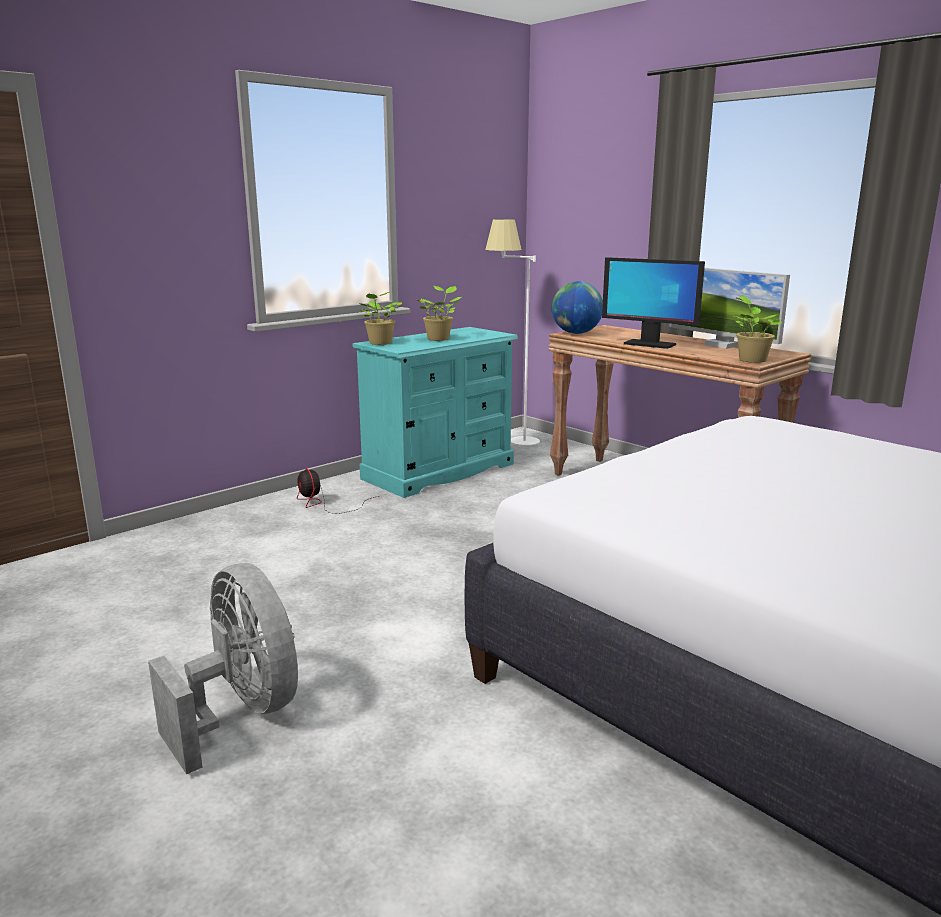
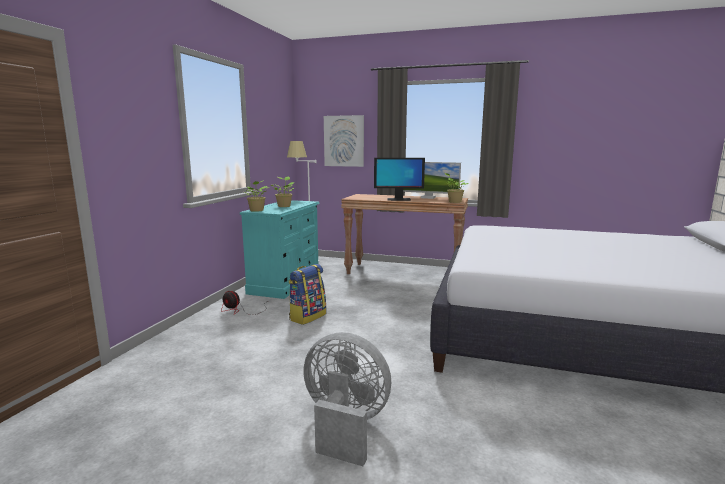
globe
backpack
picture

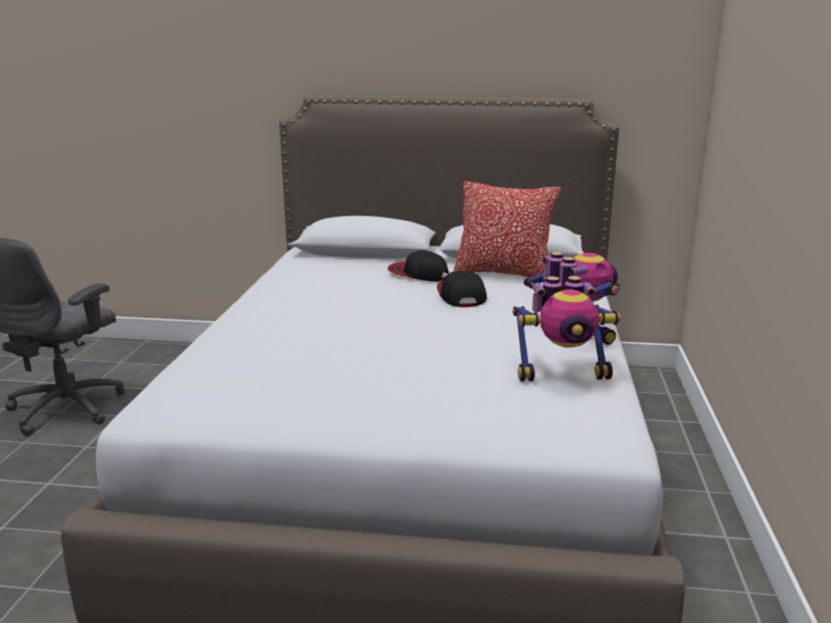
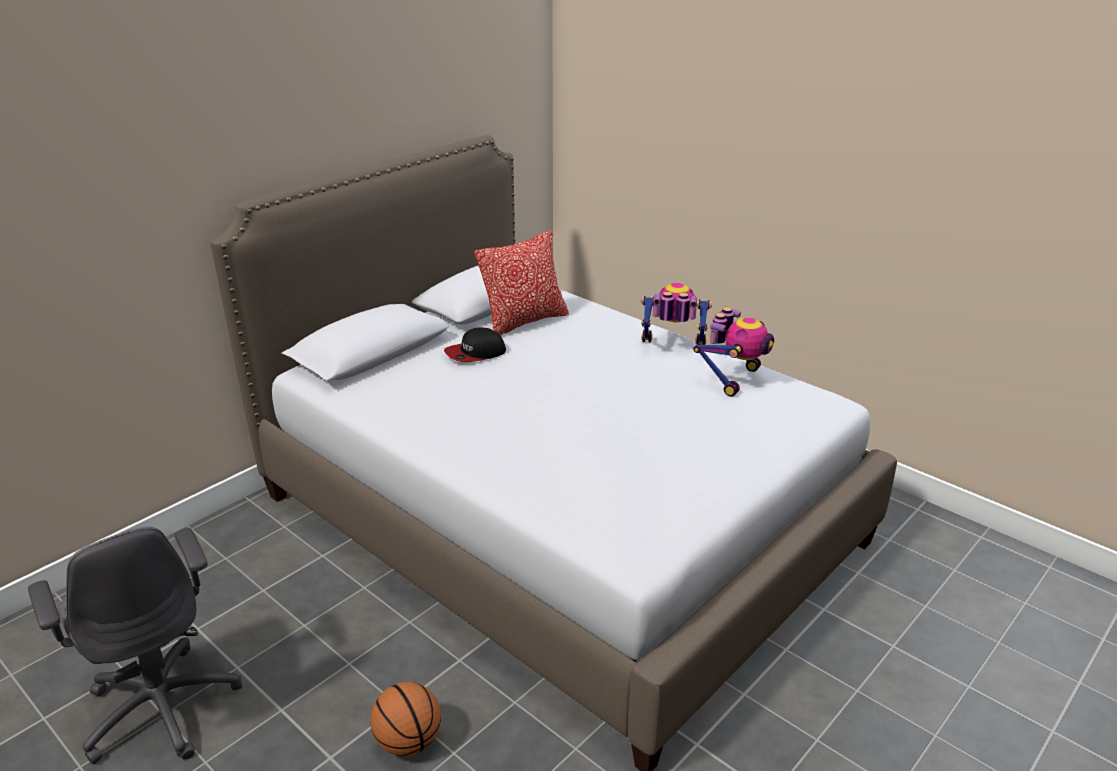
cap (2nd from left in the first image)
basketball

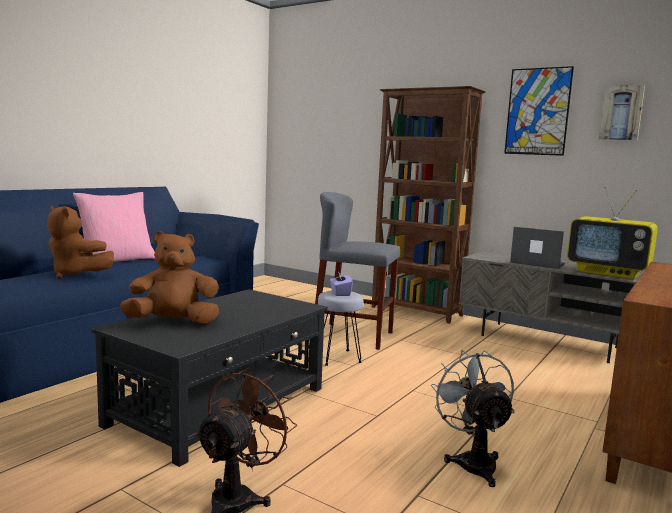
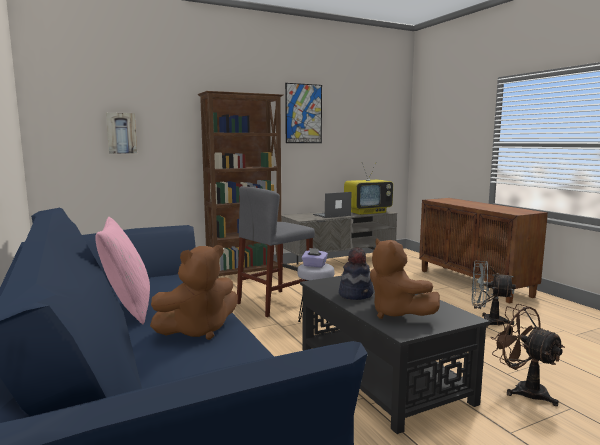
hat
picture (1st from left)
plush toy (brown) (2nd from left)

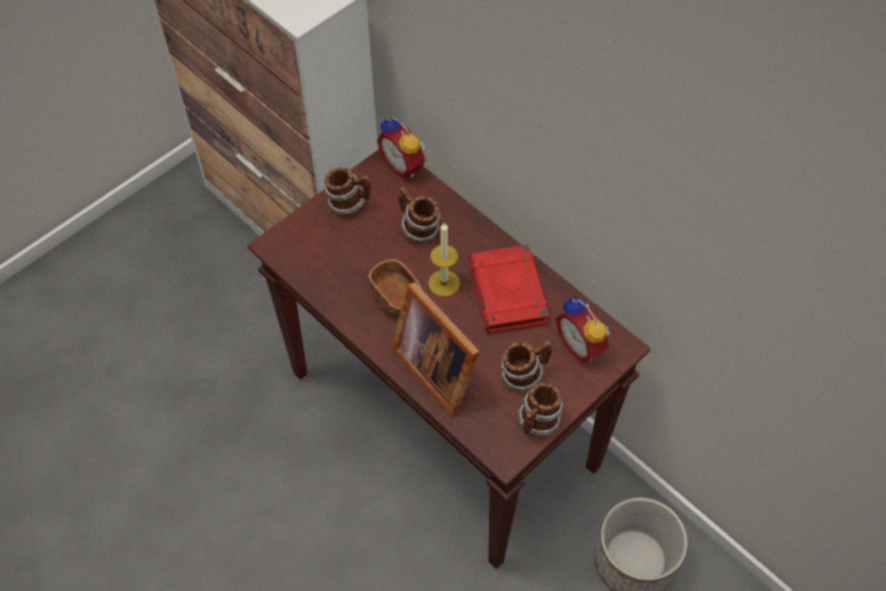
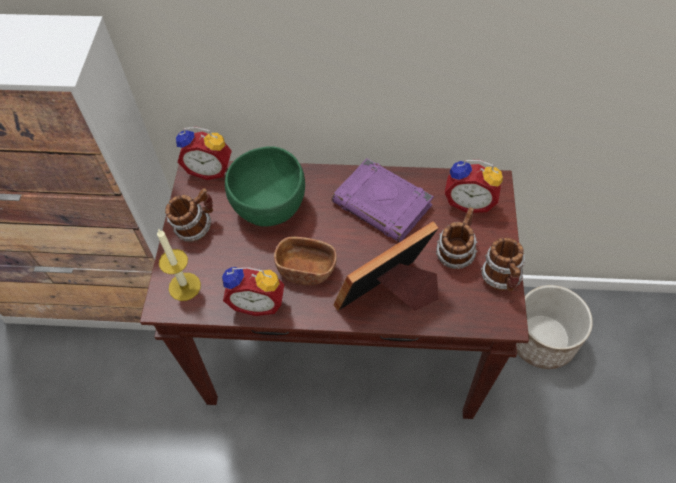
alarm clock (2nd from left)
candle
bowl (green)
book (purple)
picture frame

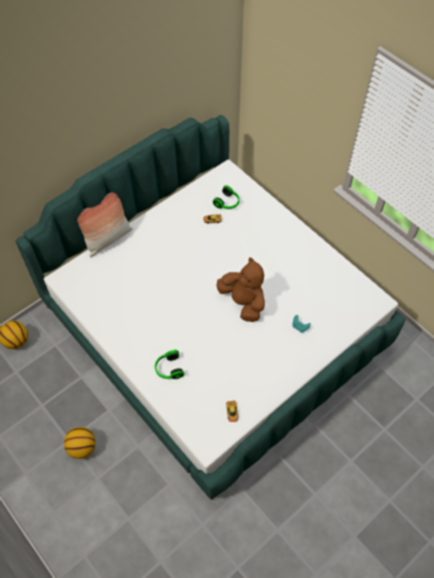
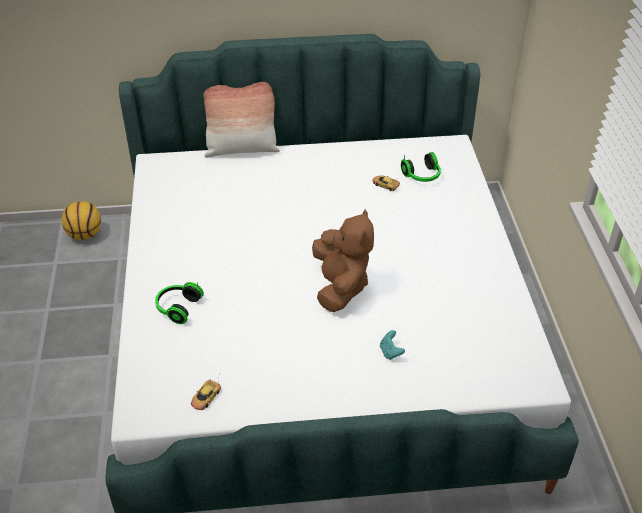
basketball (2nd from left in the first image)

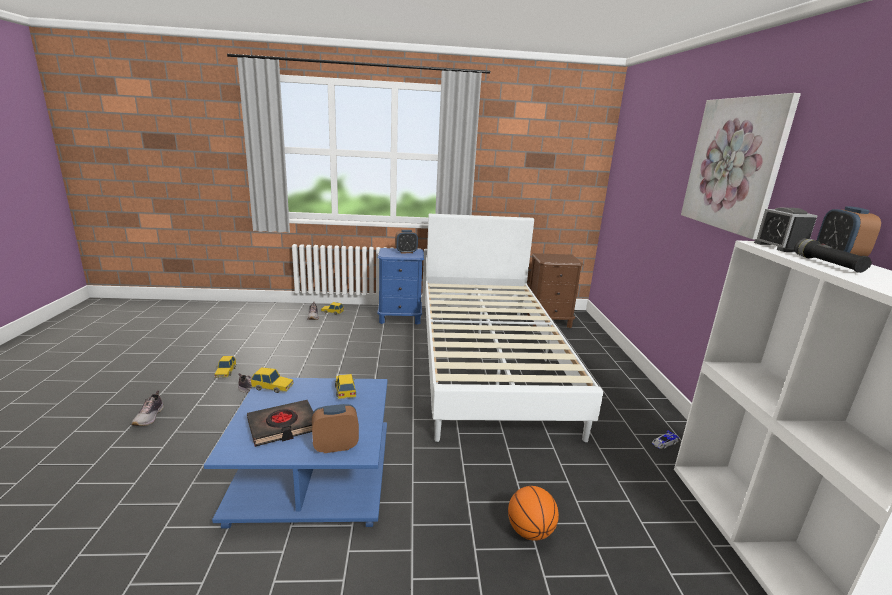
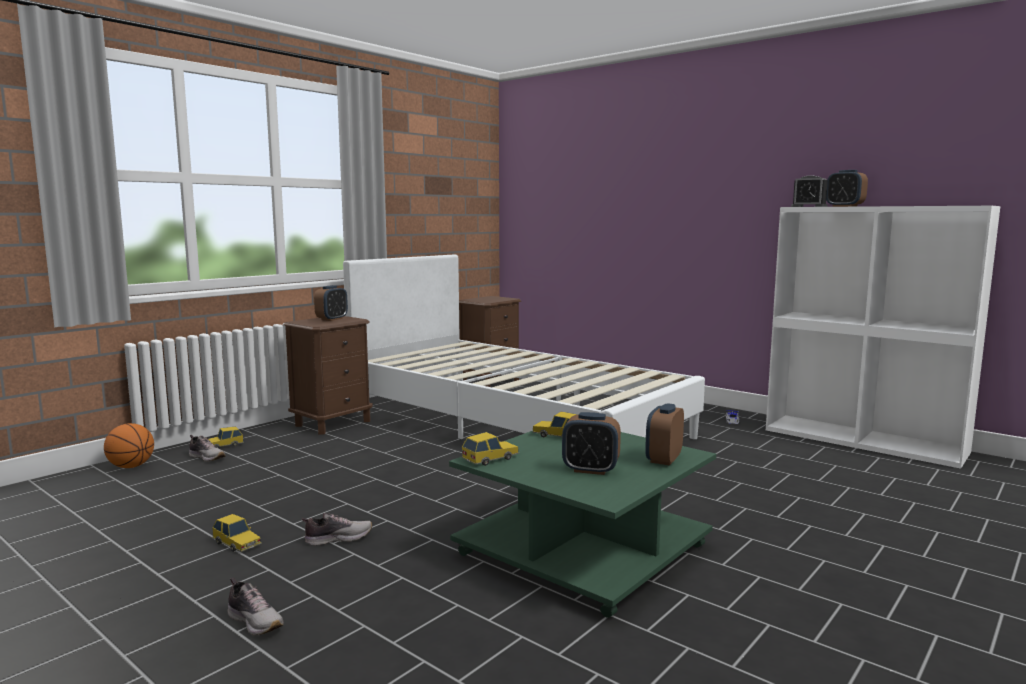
picture
flashlight (black)
basketball
alarm clock (2nd from left)
coffee table (green)
nightstand (brown) (1st from left)

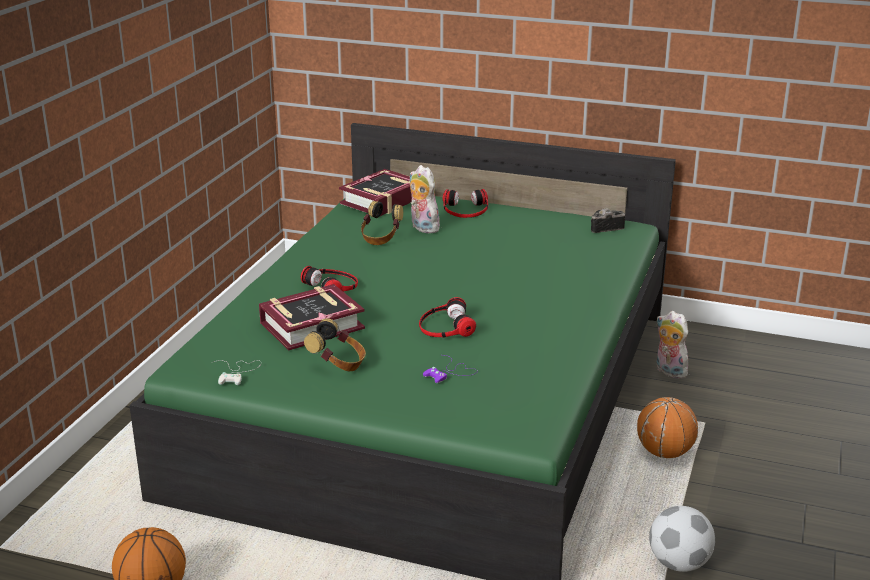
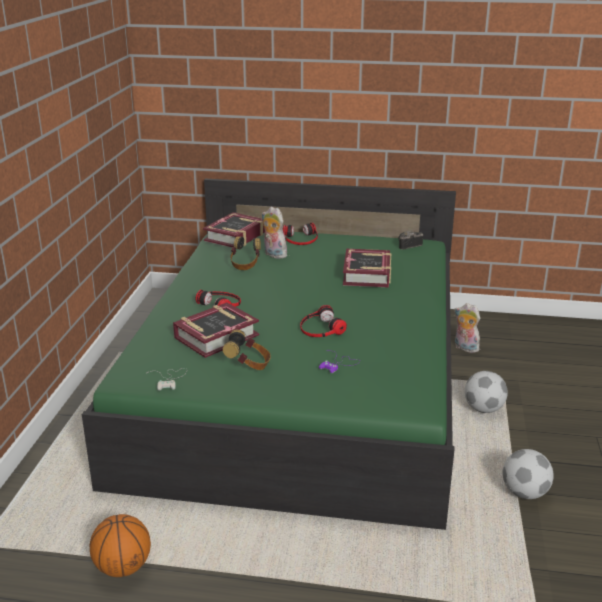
book (3rd from left)
football (1st from left)

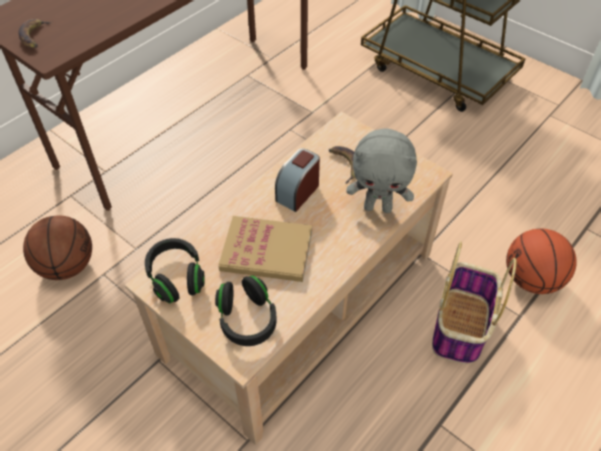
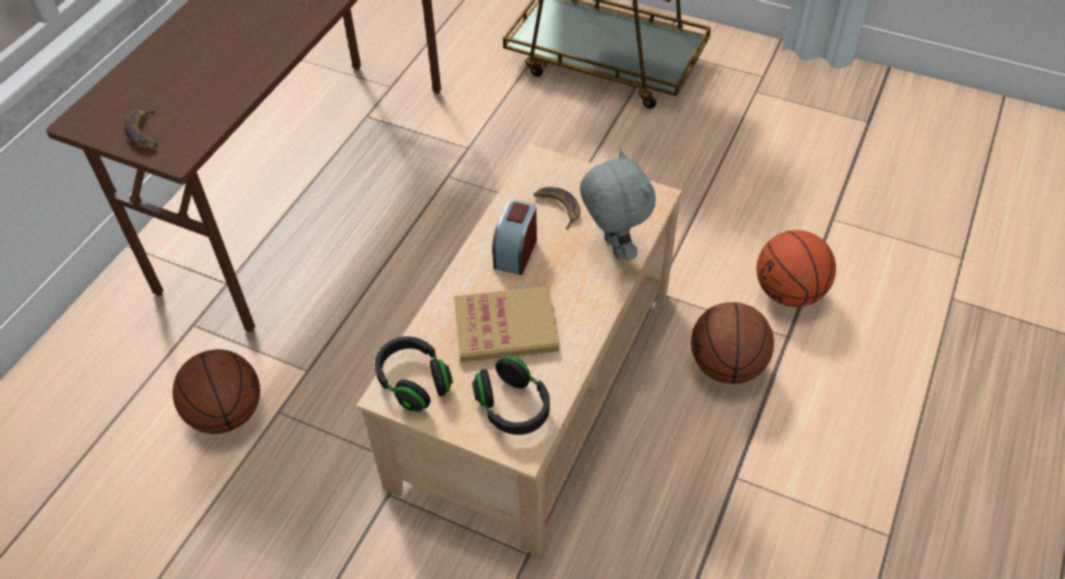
basketball (2nd from left)
plush toy (grey)

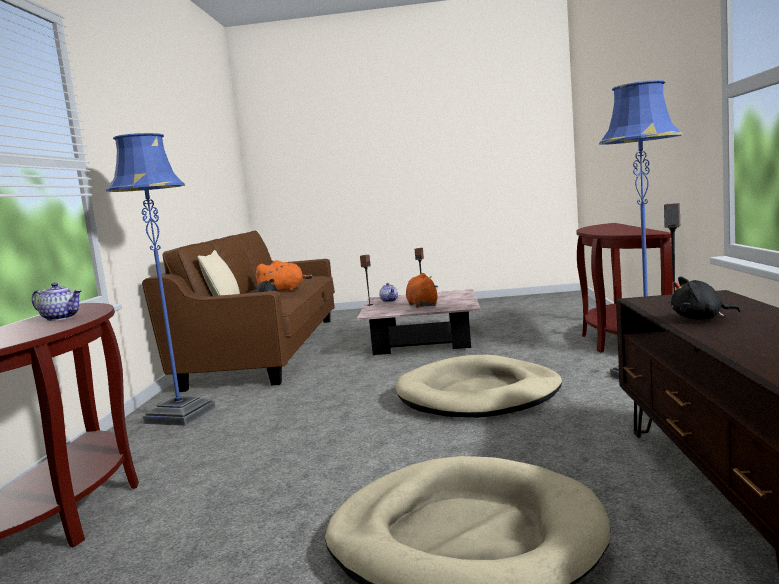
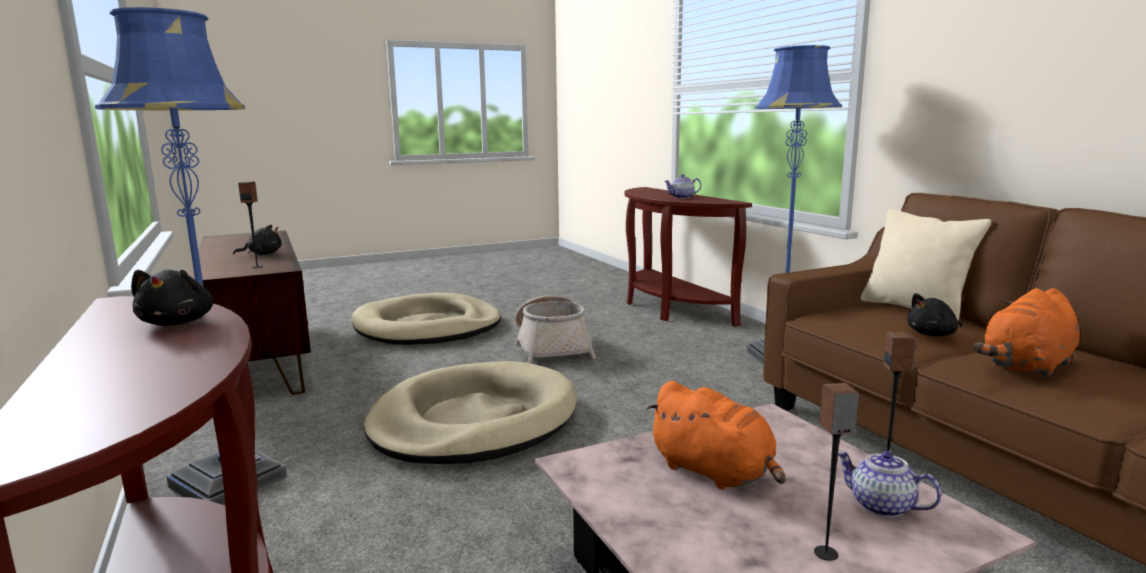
plush toy (black) (1st from left)
basket

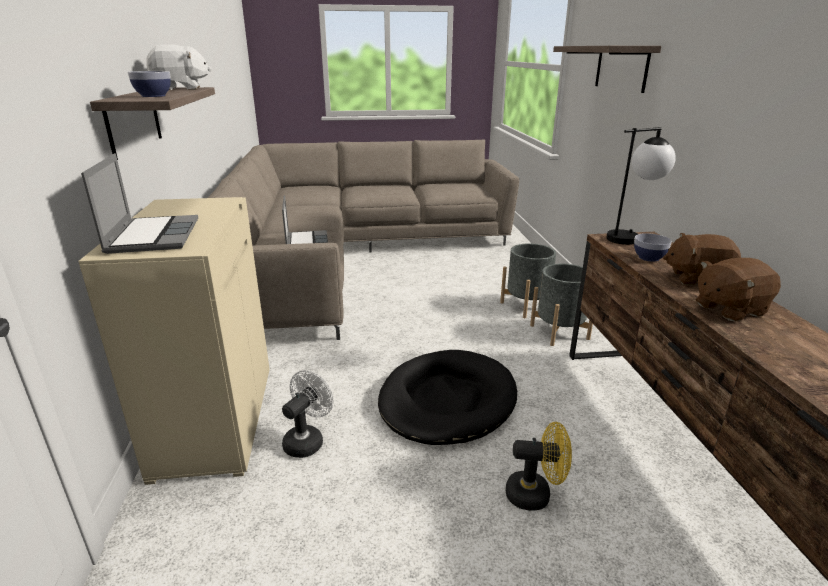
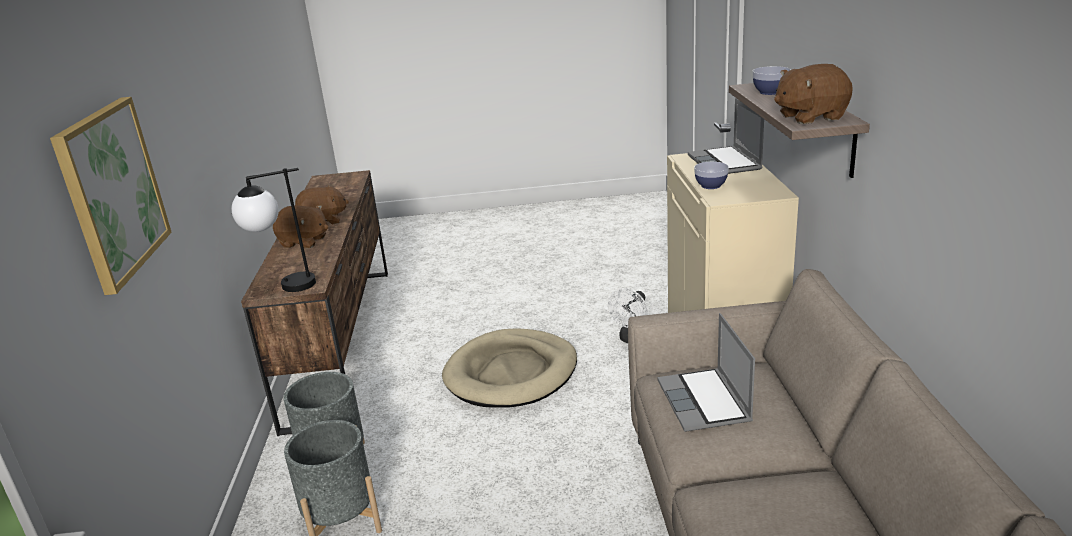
fan (yellow)
bowl (1st from left)
picture
plush toy (brown) (3rd from left)
dog bed (beige)

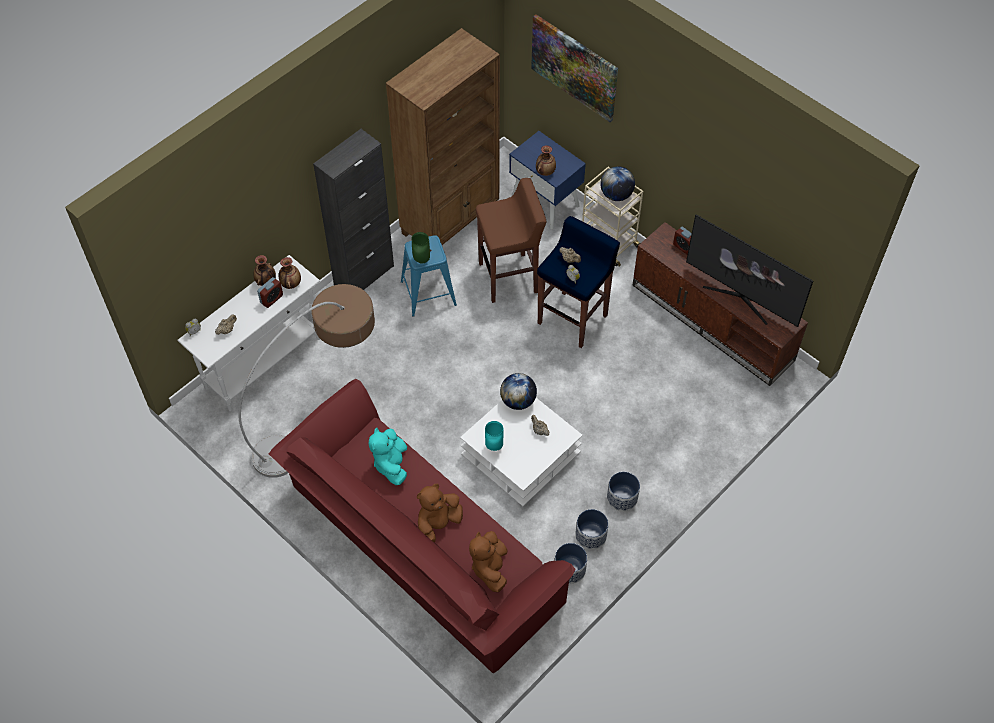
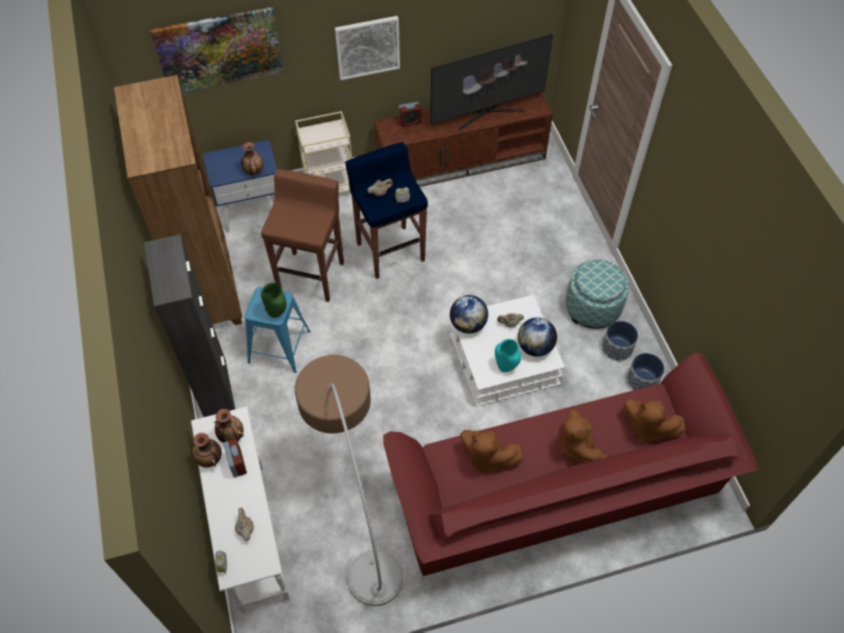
picture (2nd from left)
globe (2nd from left)
ottoman
plush toy (brown) (1st from left)

